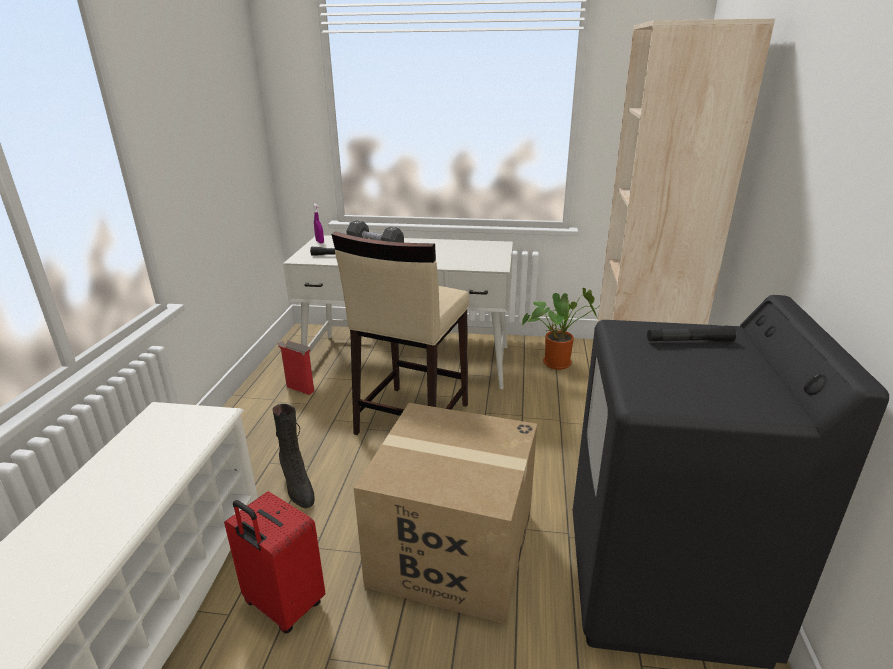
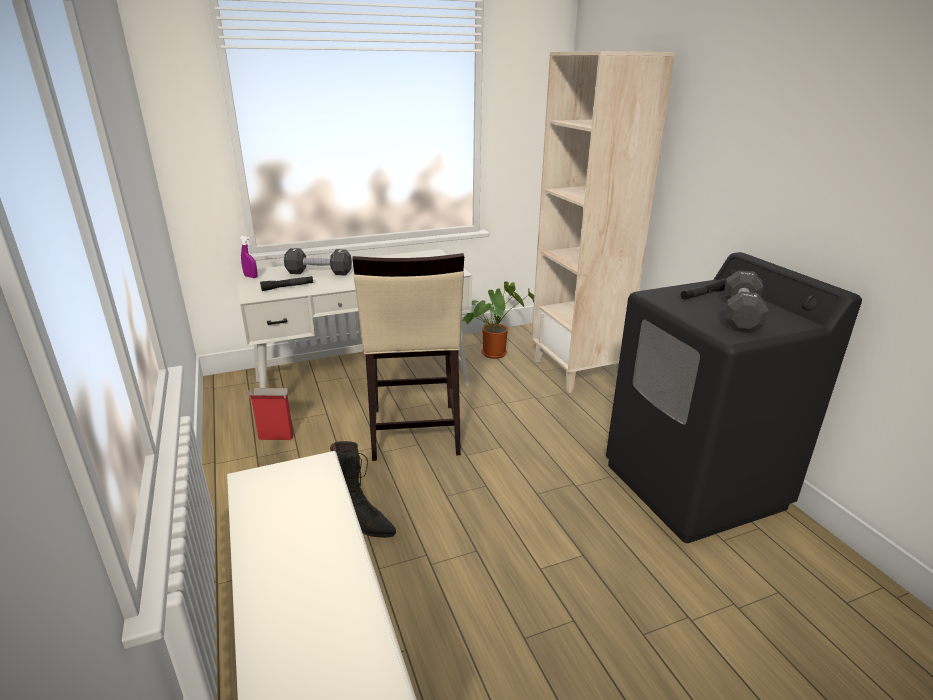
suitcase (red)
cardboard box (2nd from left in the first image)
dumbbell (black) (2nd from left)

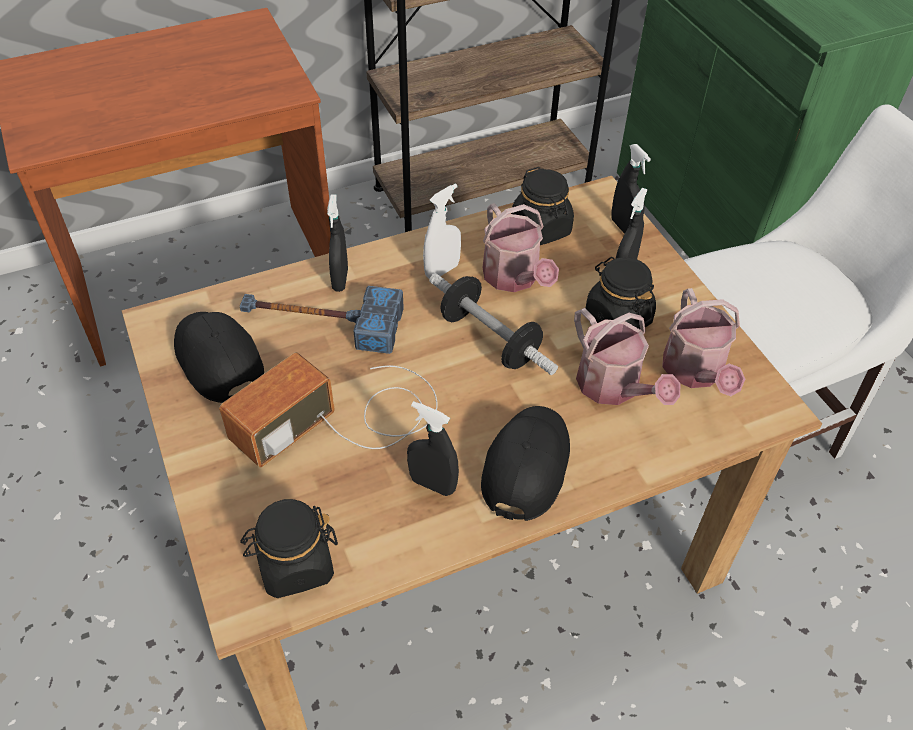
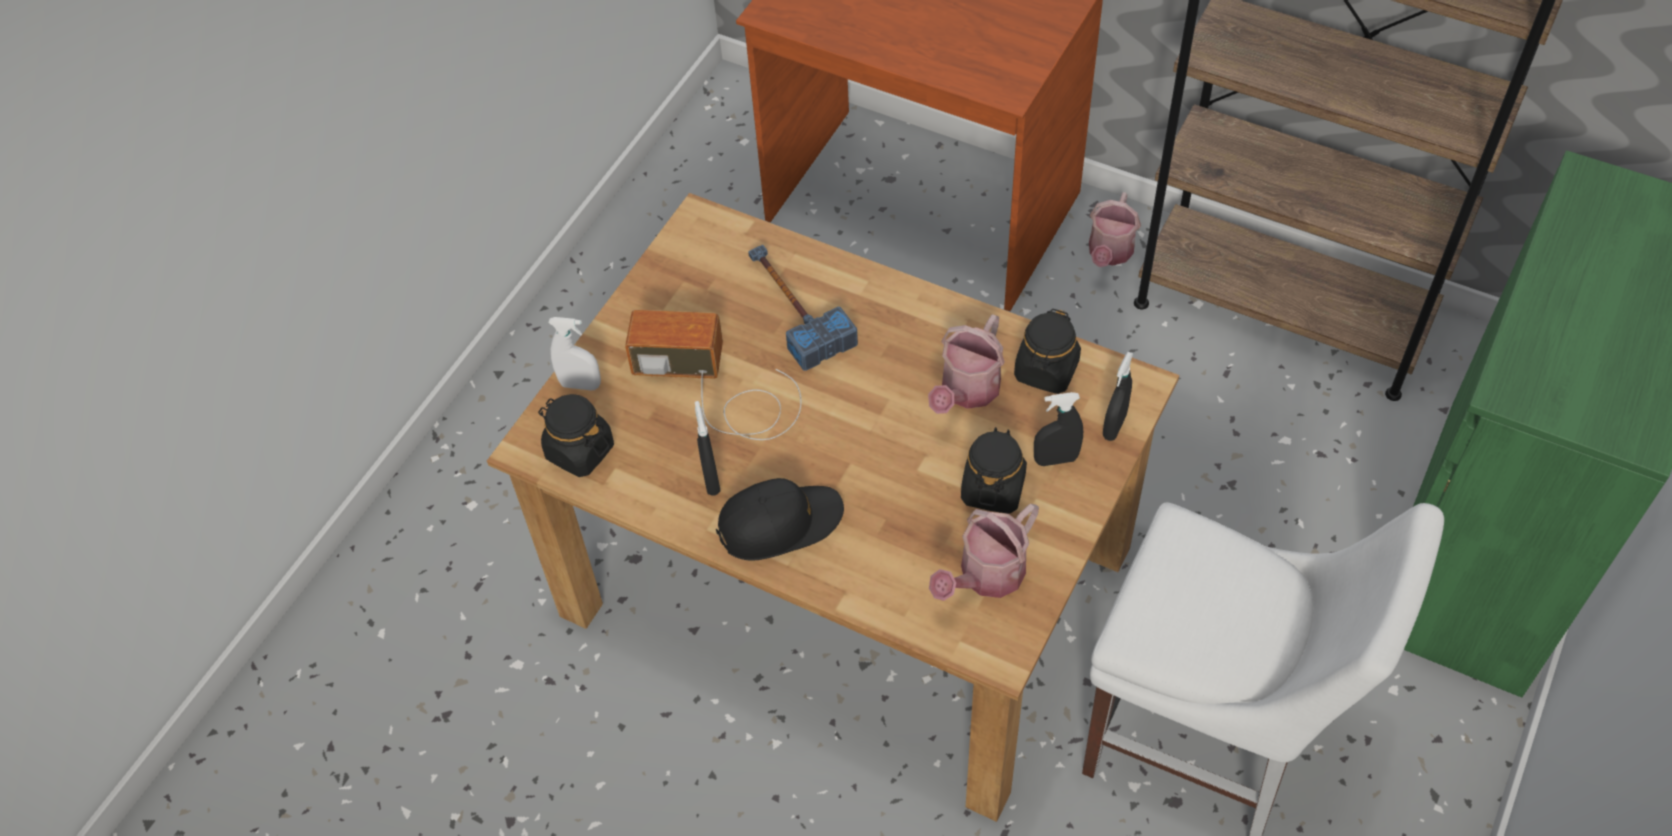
cap (black) (1st from left in the first image)
spray bottle (black) (1st from left in the first image)
dumbbell
spray bottle (white)
watering can (3rd from left)

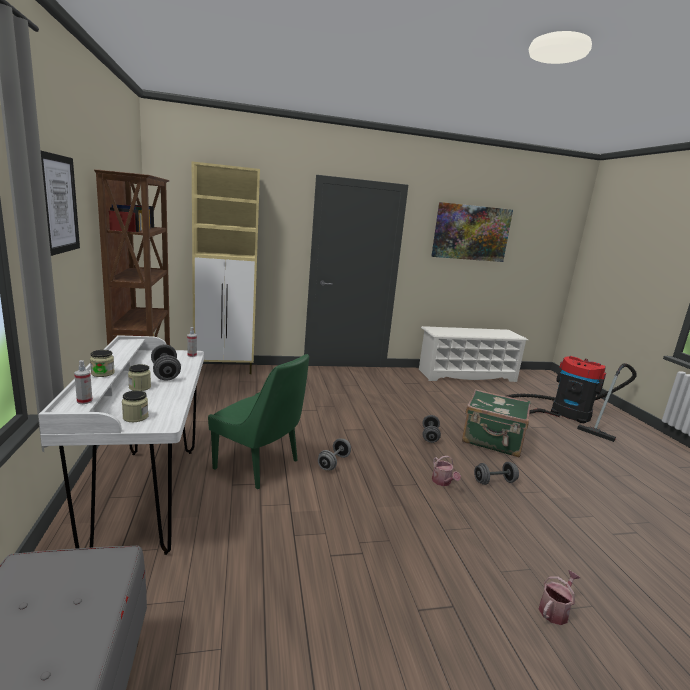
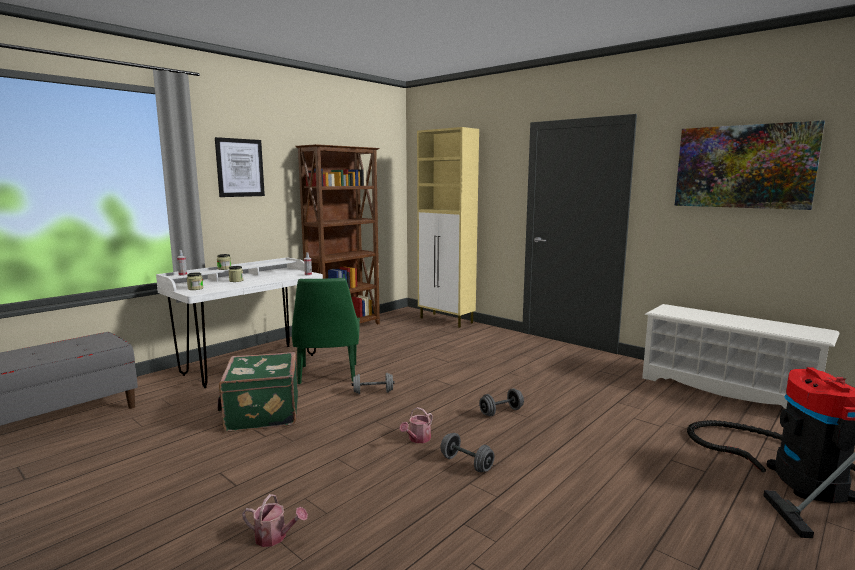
dumbbell (grey) (1st from left in the first image)
suitcase (green)

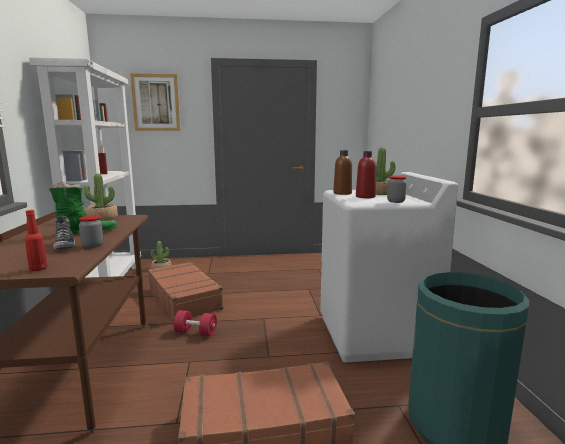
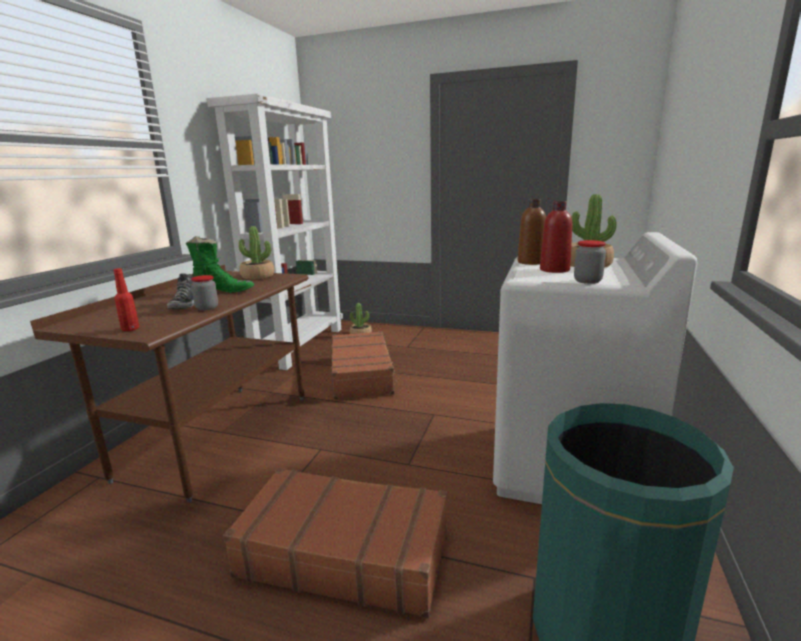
picture
dumbbell (red)

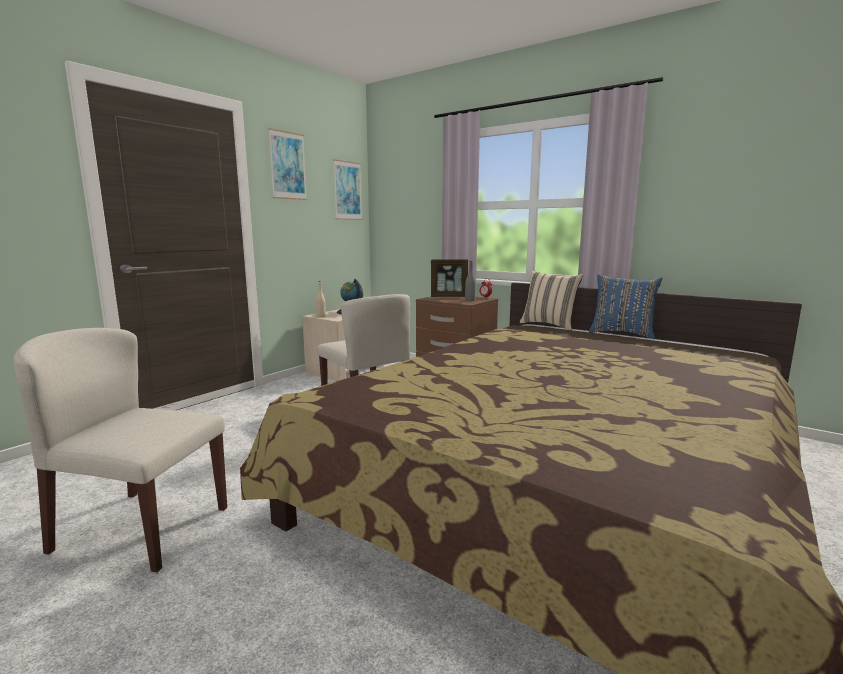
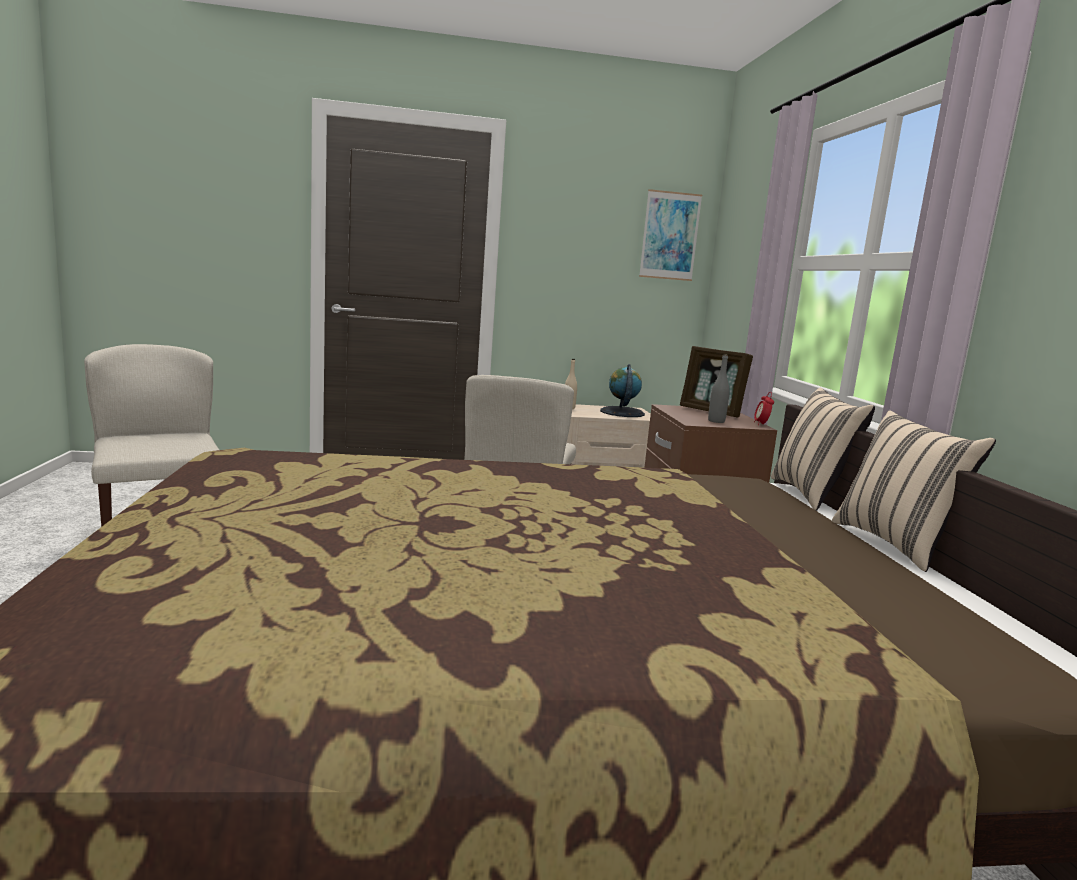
picture (1st from left in the first image)
pillow (beige) (2nd from left)

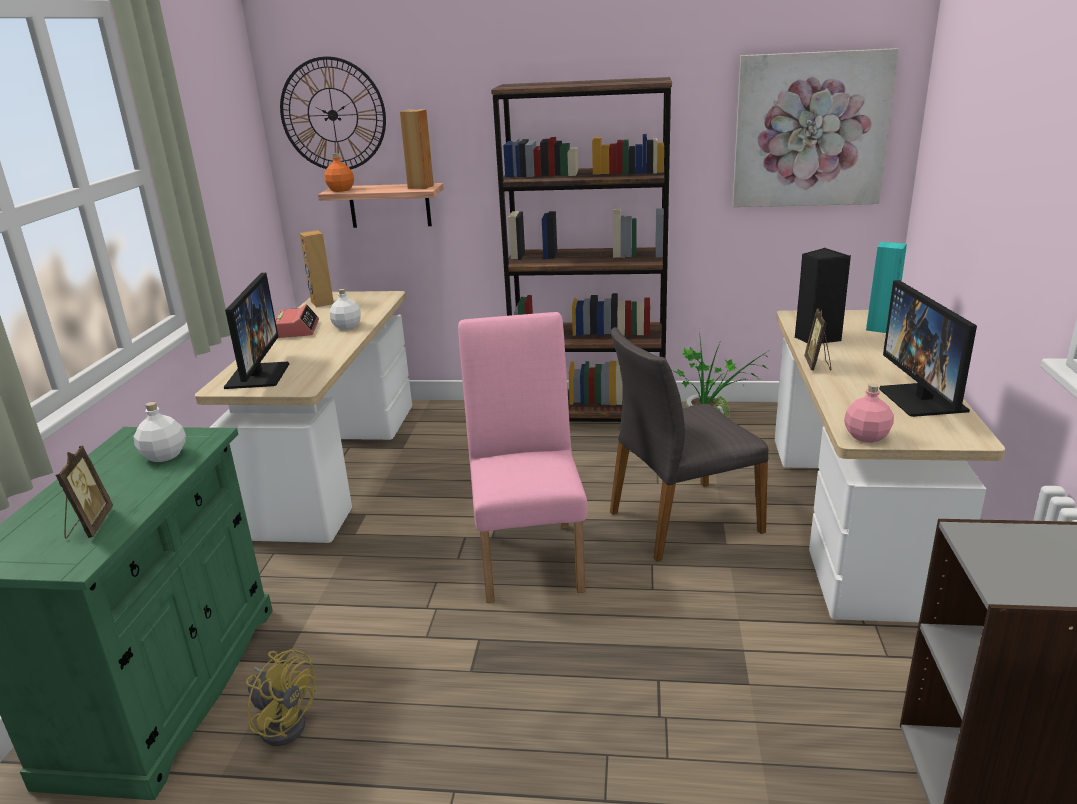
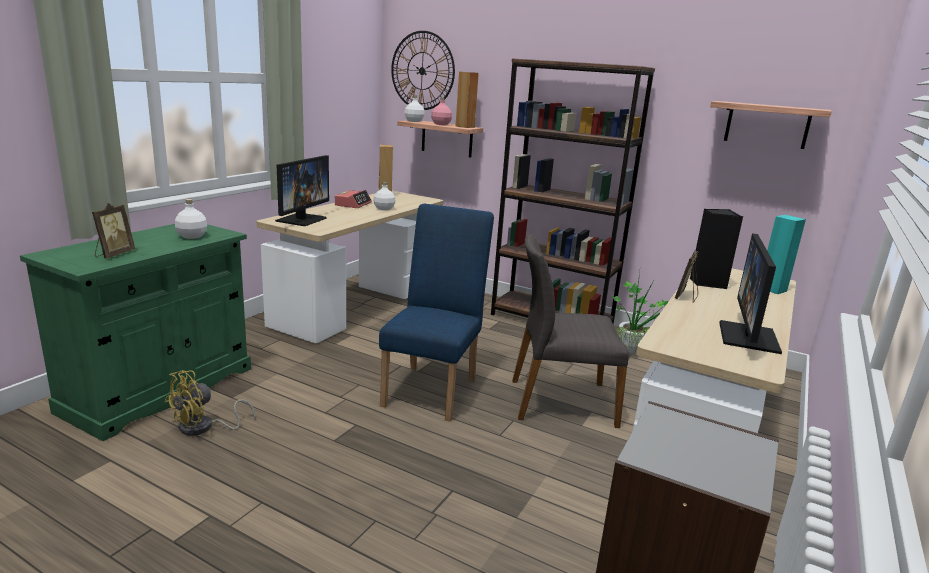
bottle (pink)
shelf (2nd from left)
bottle (white) (3rd from left)
chair (blue)
fan (yellow)

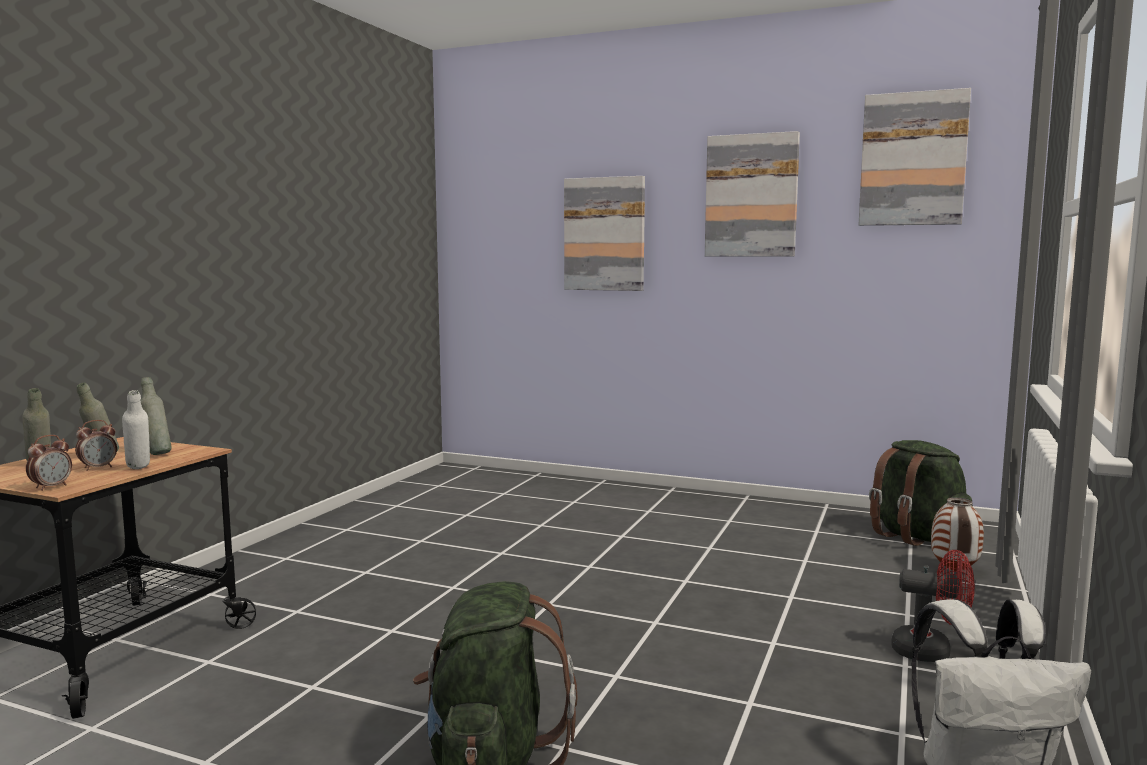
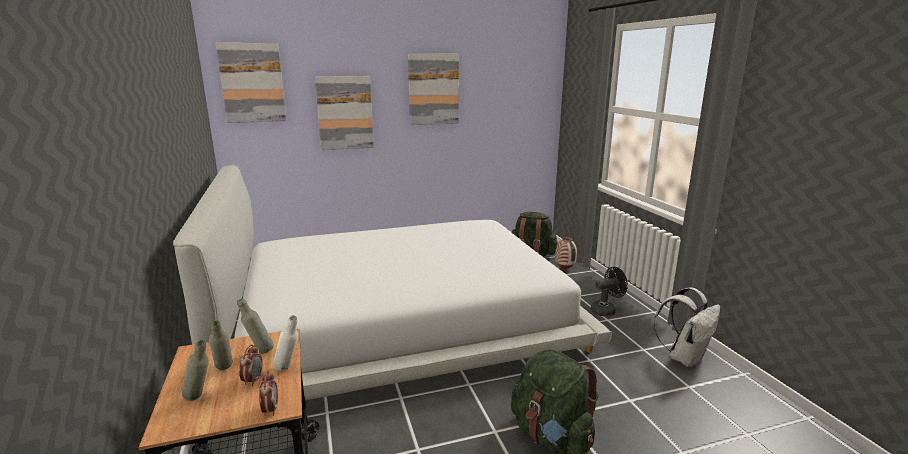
bed (white)
picture (1st from left)
fan (black)

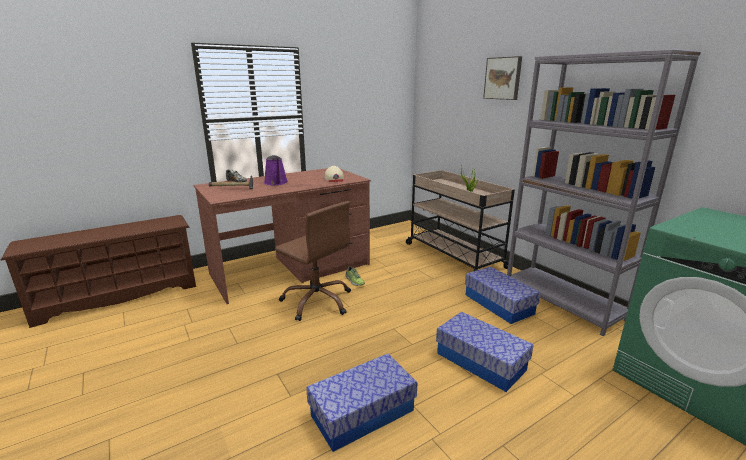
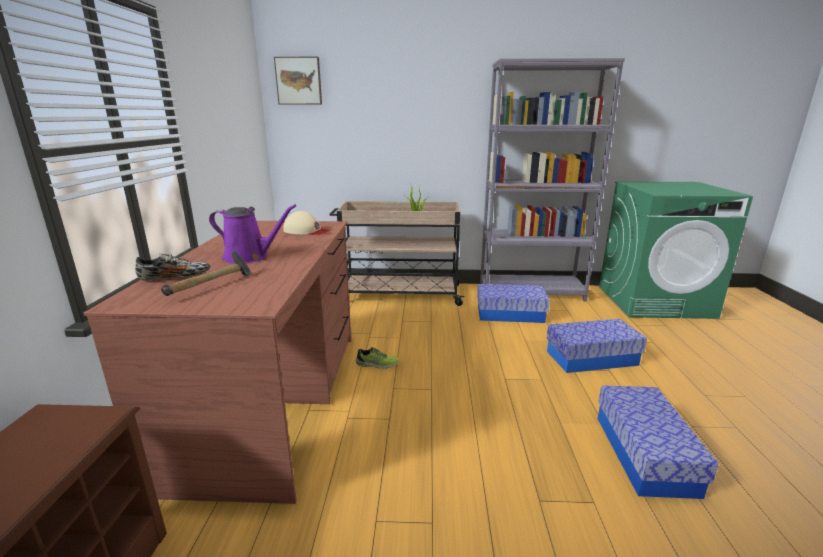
office chair (brown)
picture

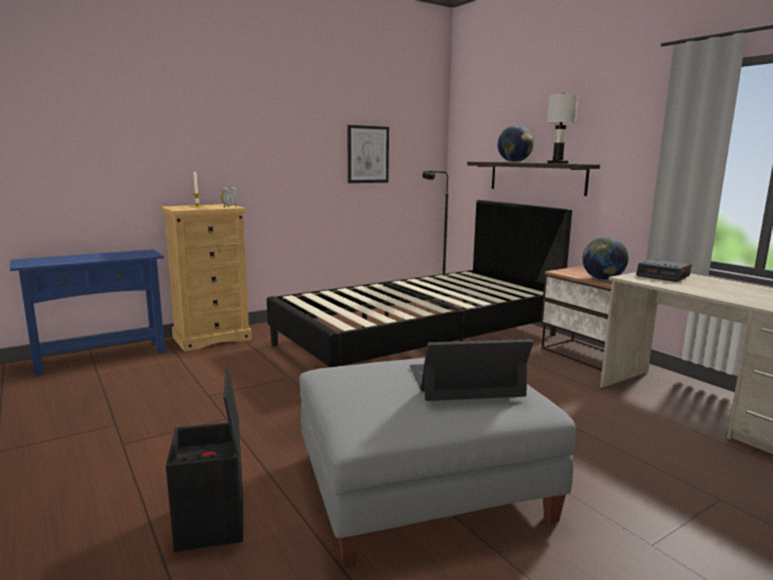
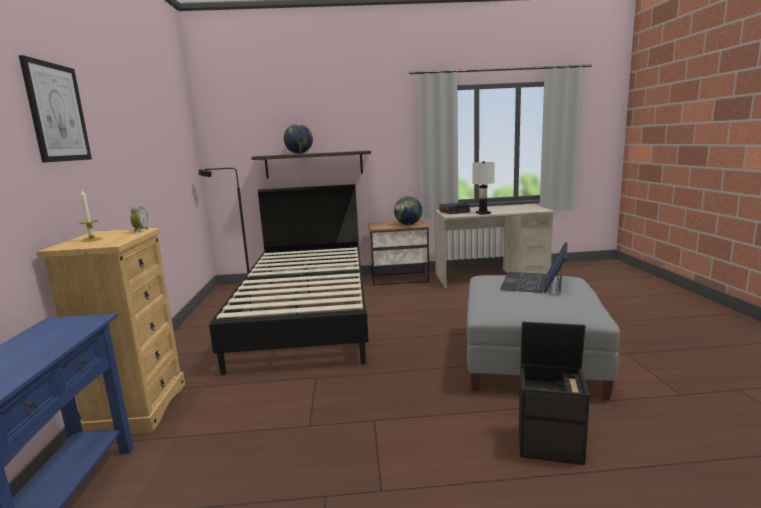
picture
table lamp (white)

